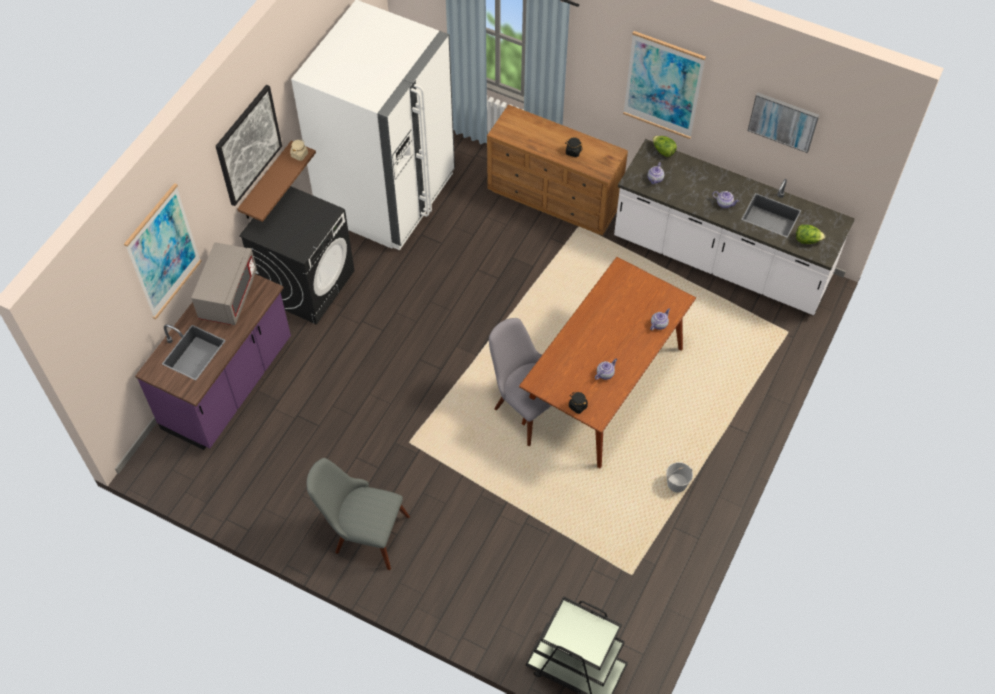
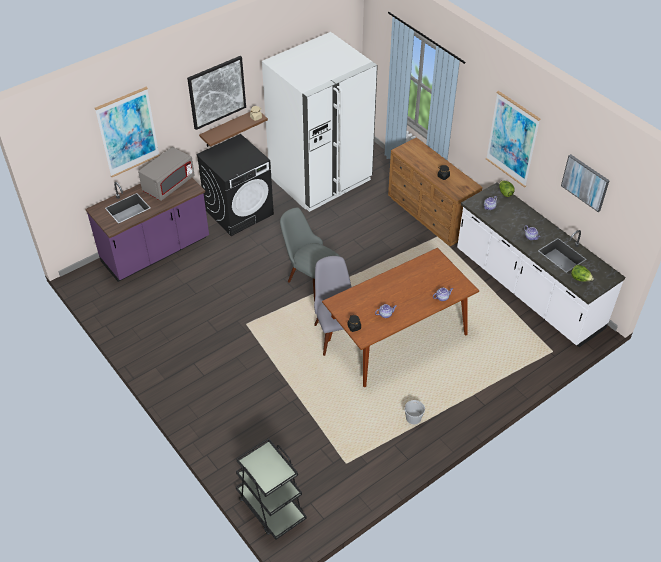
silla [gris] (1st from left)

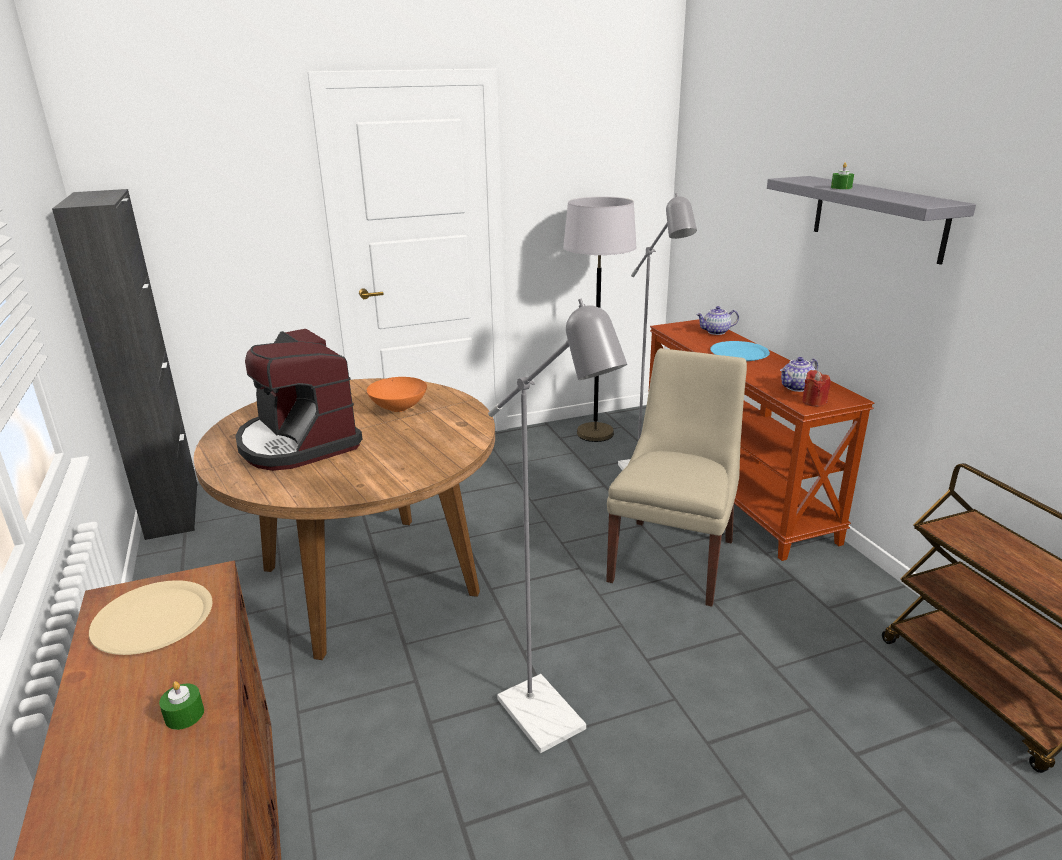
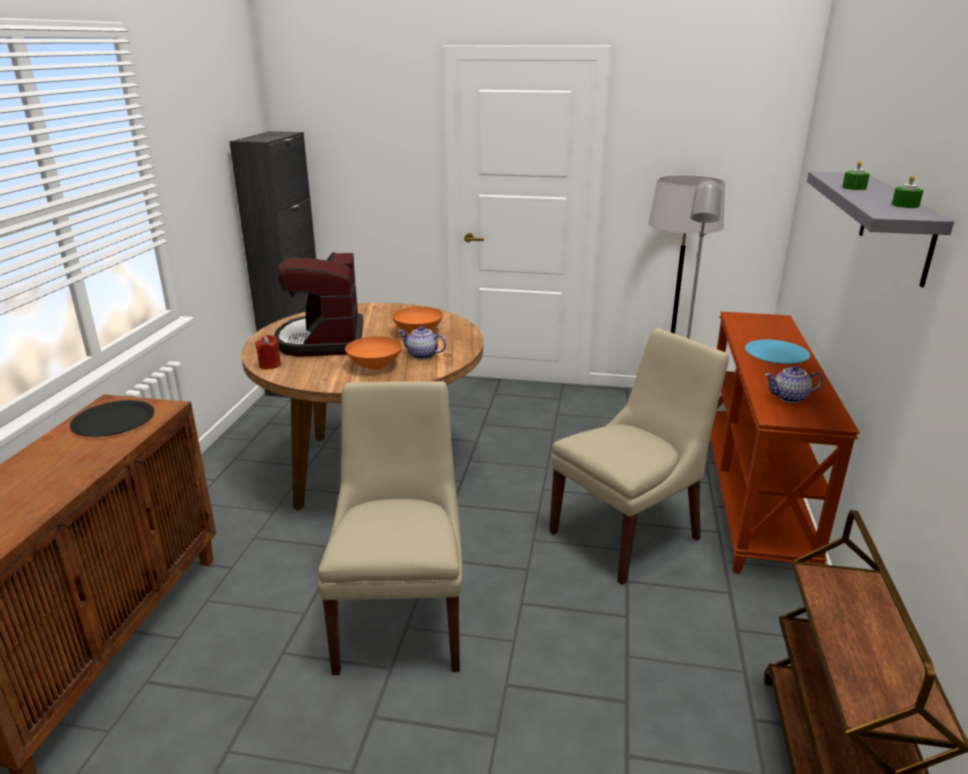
cuenco [naranja] (1st from left)
vela [verde] (2nd from left)
tetera (1st from left)
vela [rojo]
silla [beis] (1st from left)
plato [negro]

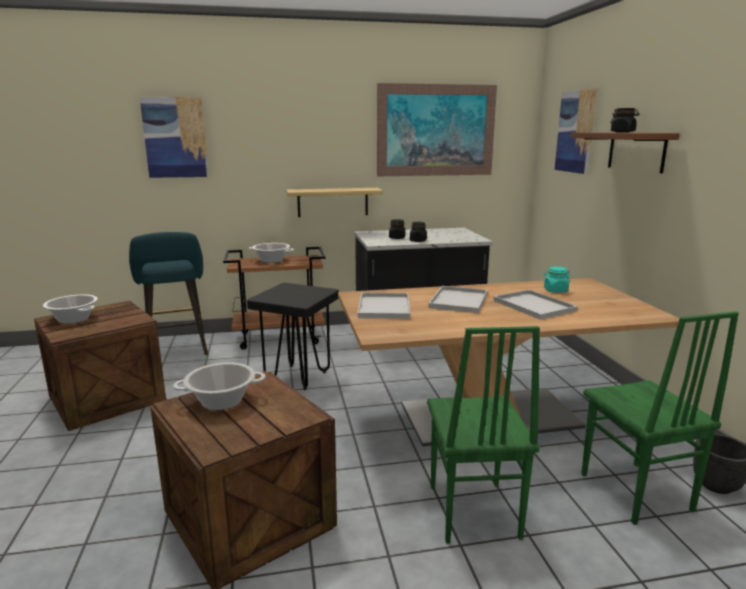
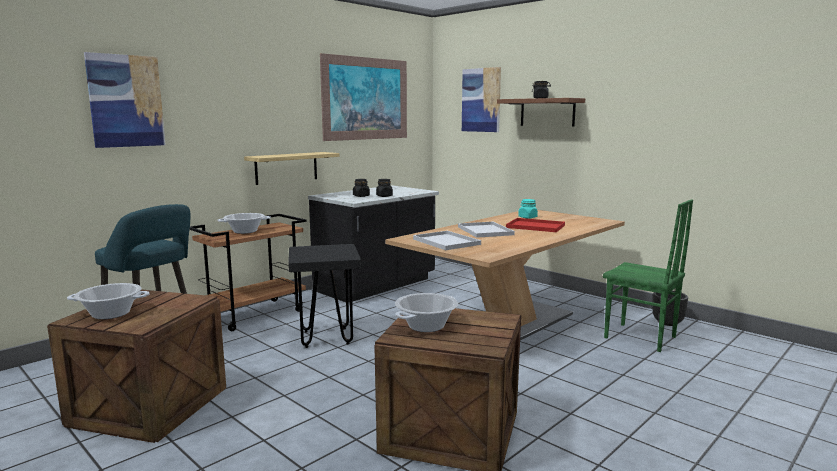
silla [verde] (1st from left in the first image)
bandeja [rojo]

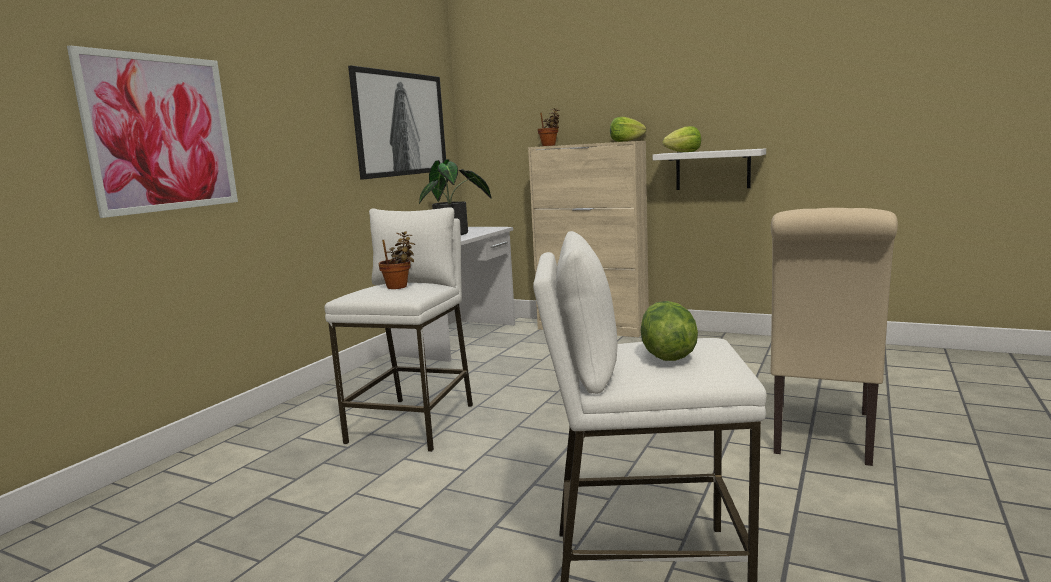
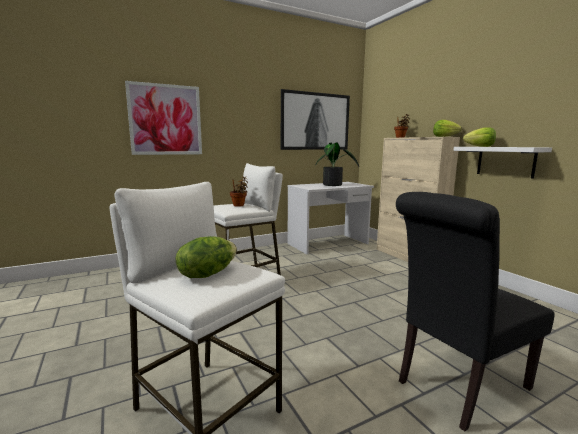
silla [negro]

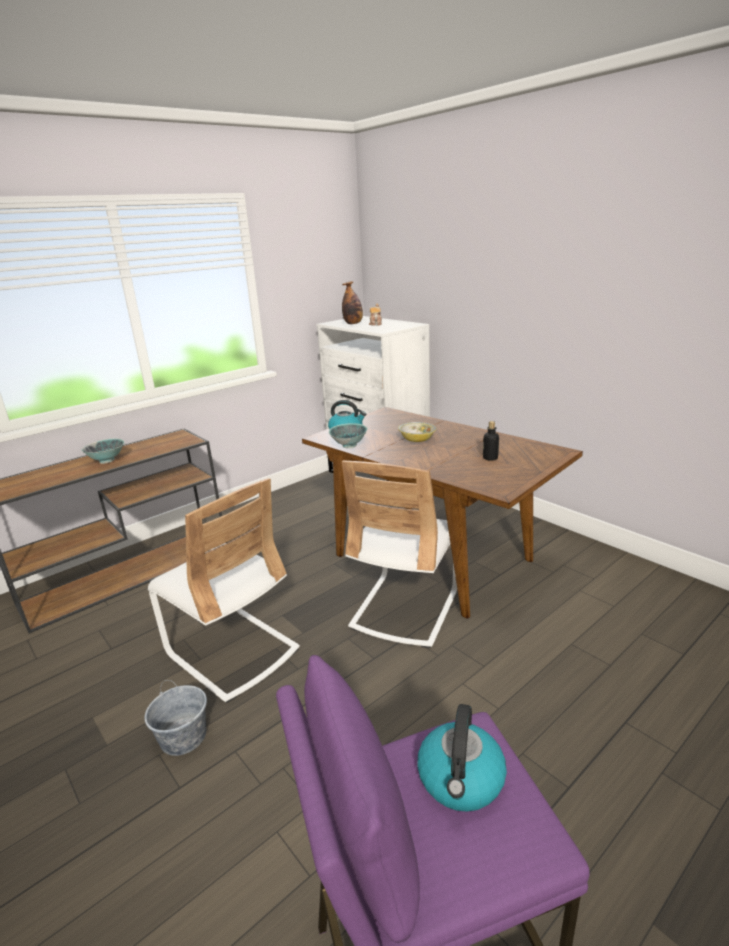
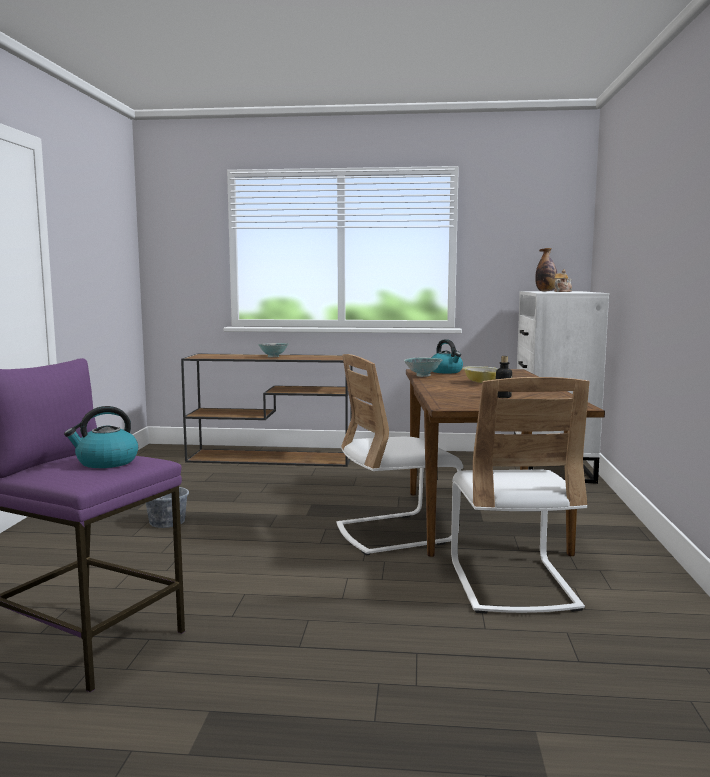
silla [blanco] (2nd from left)

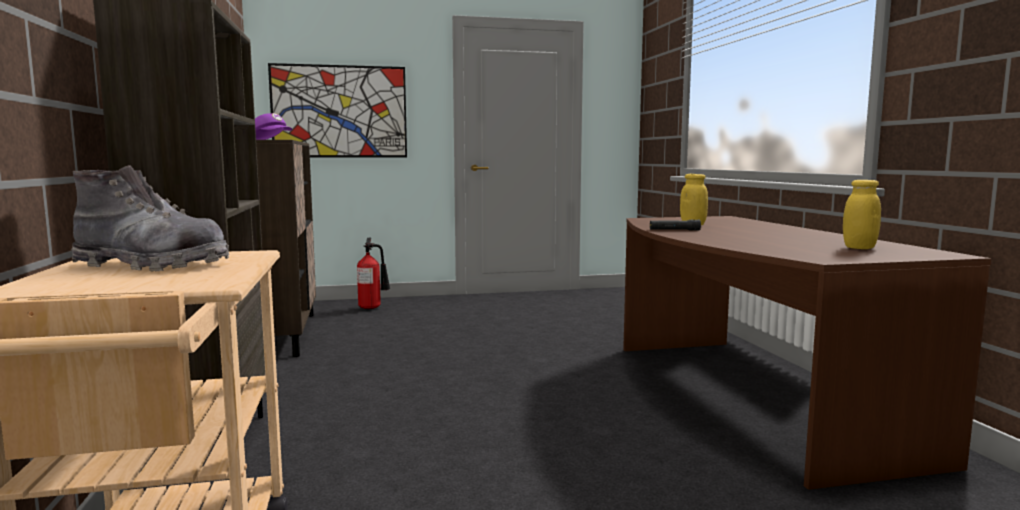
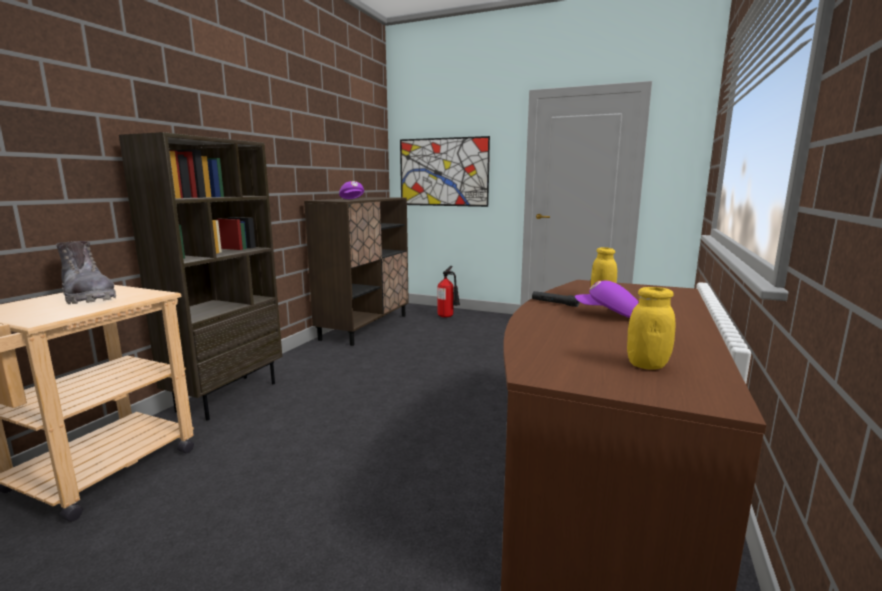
gorra [morado] (2nd from left)

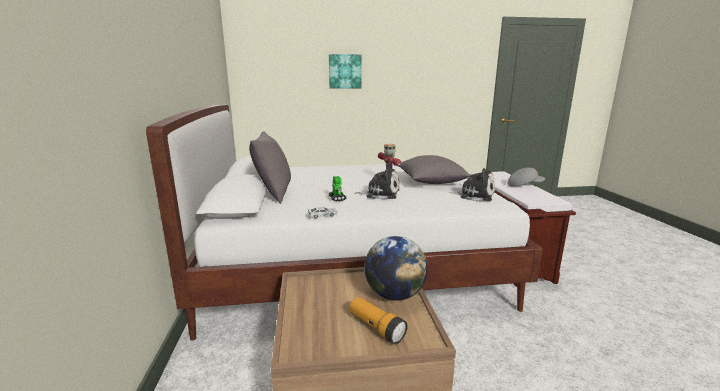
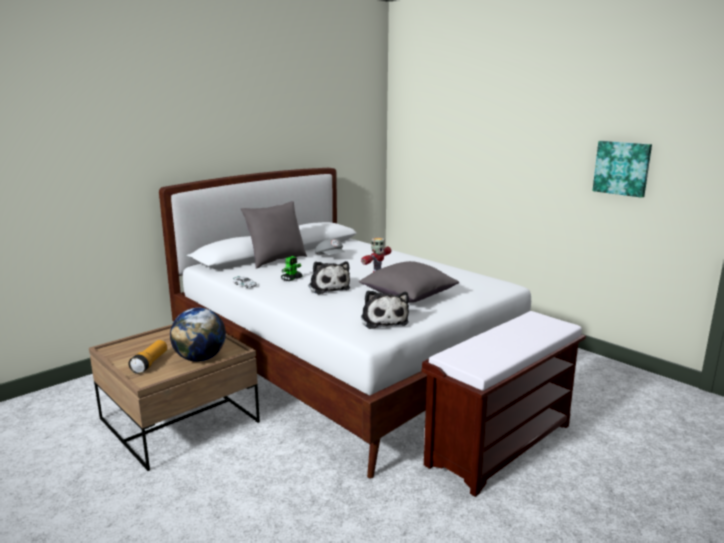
cuadro
gorra [gris]

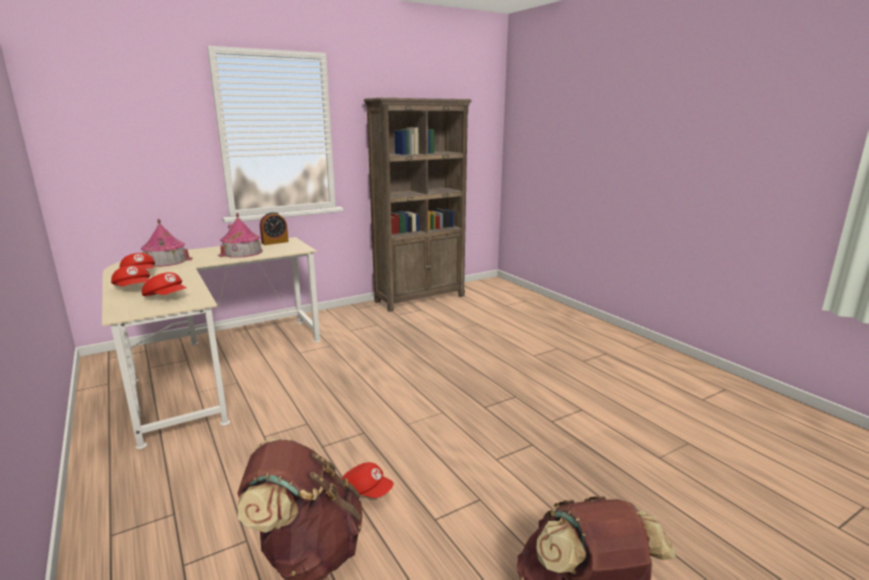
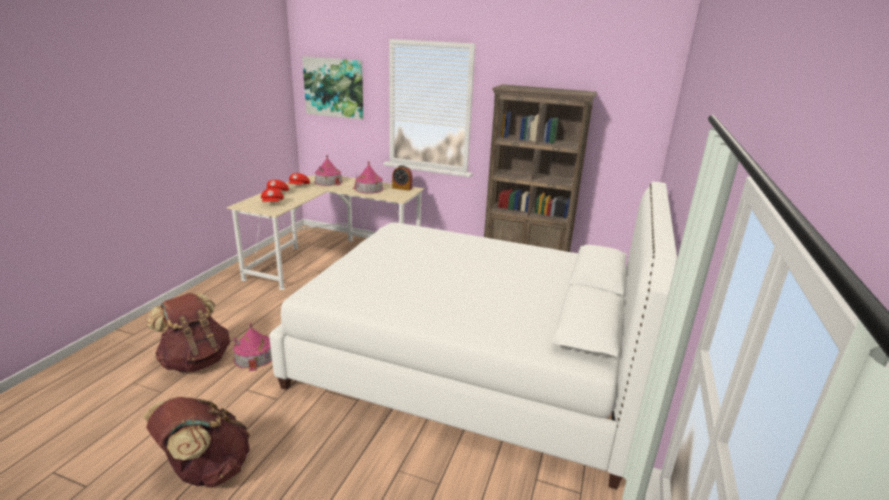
cama [blanco]
cuadro
casita (1st from left)

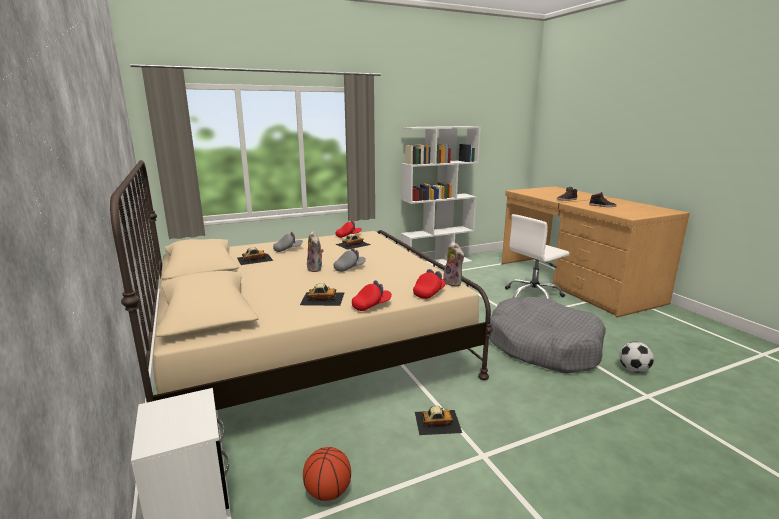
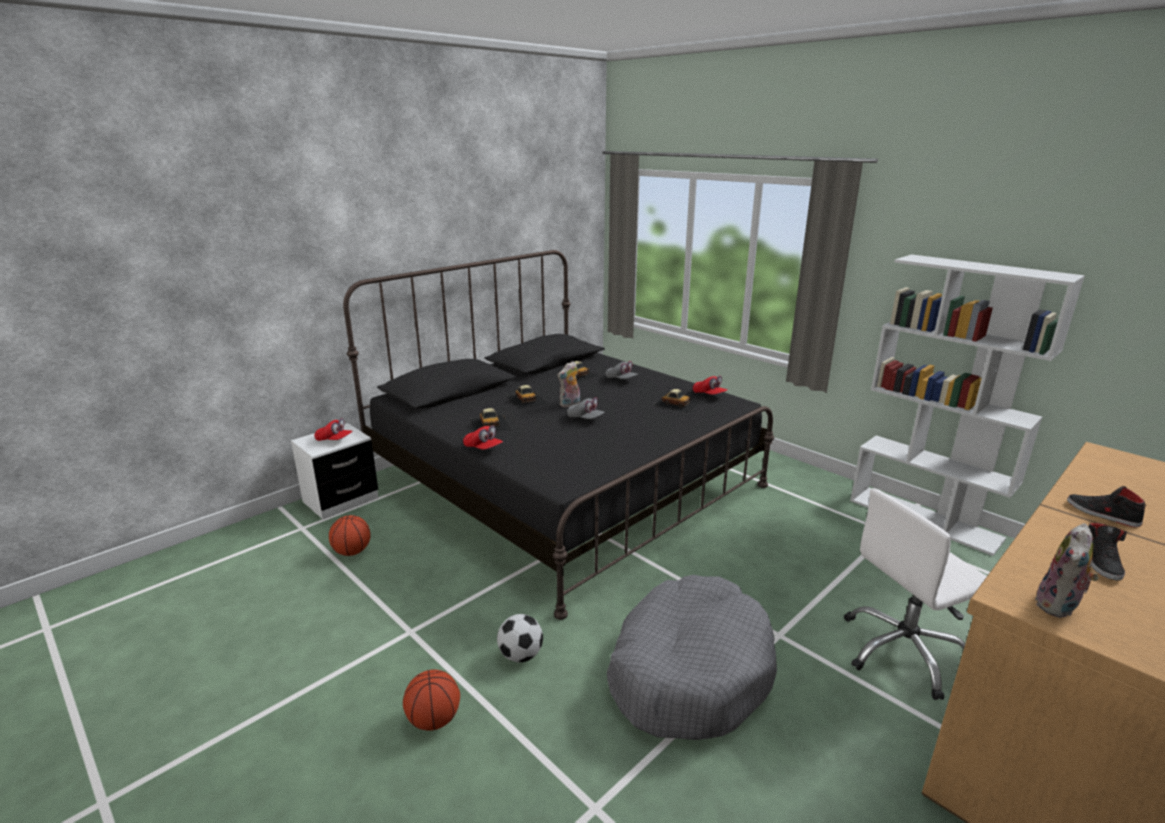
balón de baloncesto (2nd from left)
gorra [rojo] (1st from left)
coche de juguete (2nd from left)
peluche (2nd from left)
balón de fútbol
cama [negro]
silla de oficina [blanco]

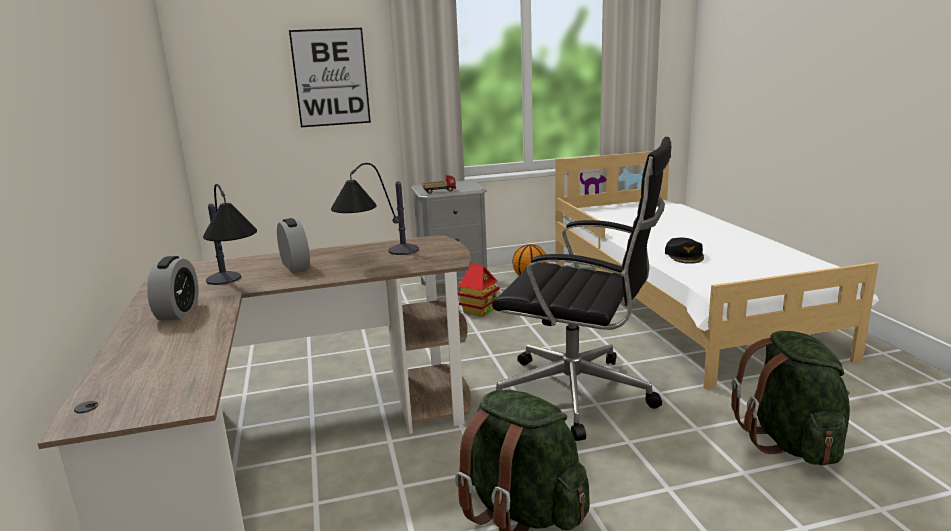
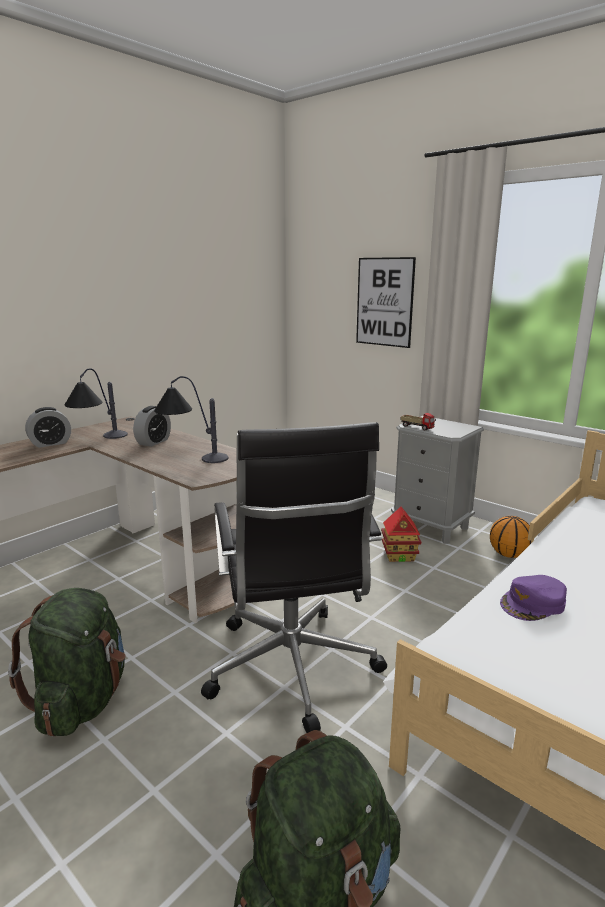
gorra [morado]

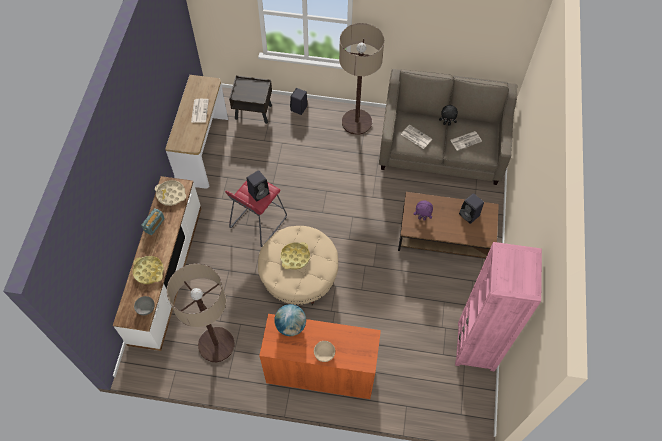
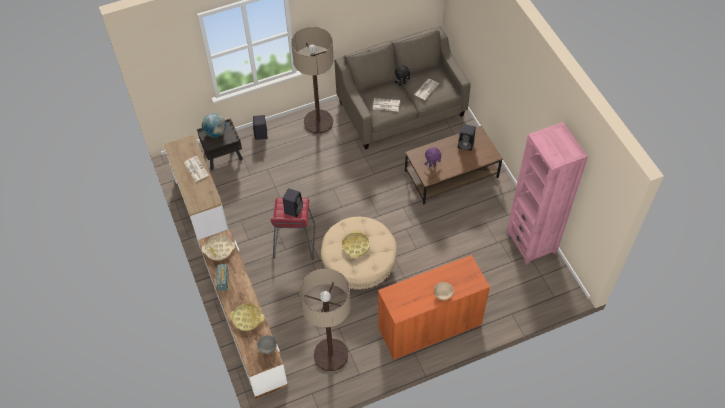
globo terráqueo

